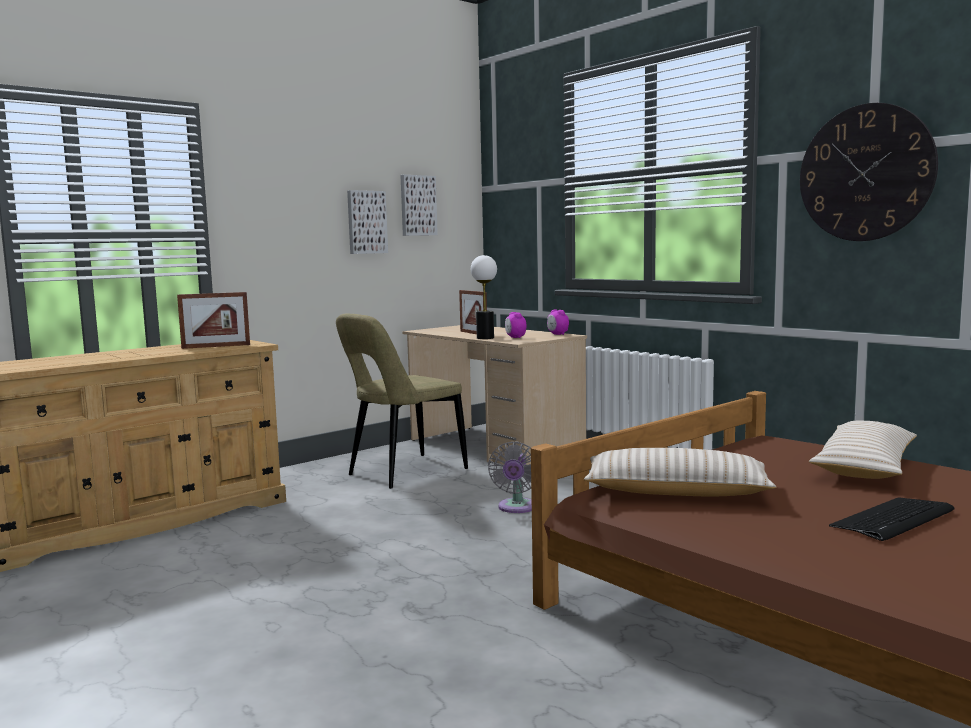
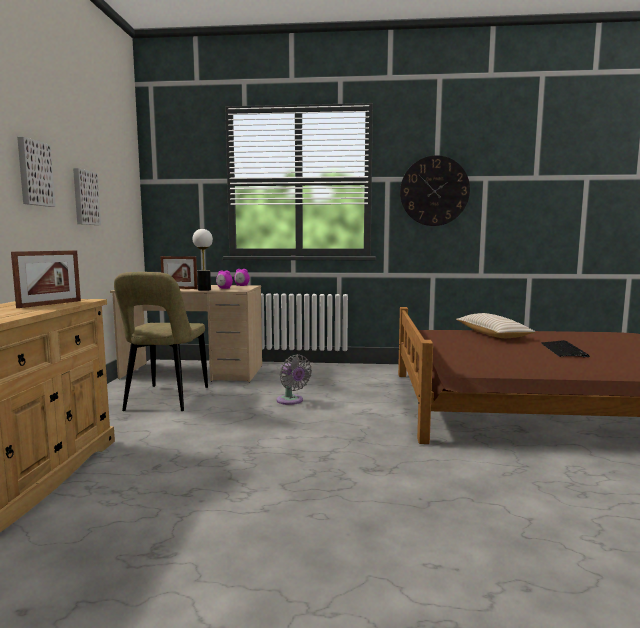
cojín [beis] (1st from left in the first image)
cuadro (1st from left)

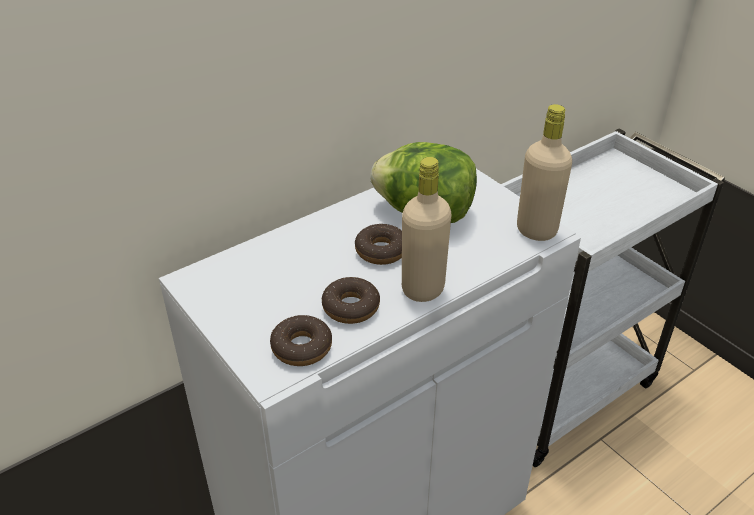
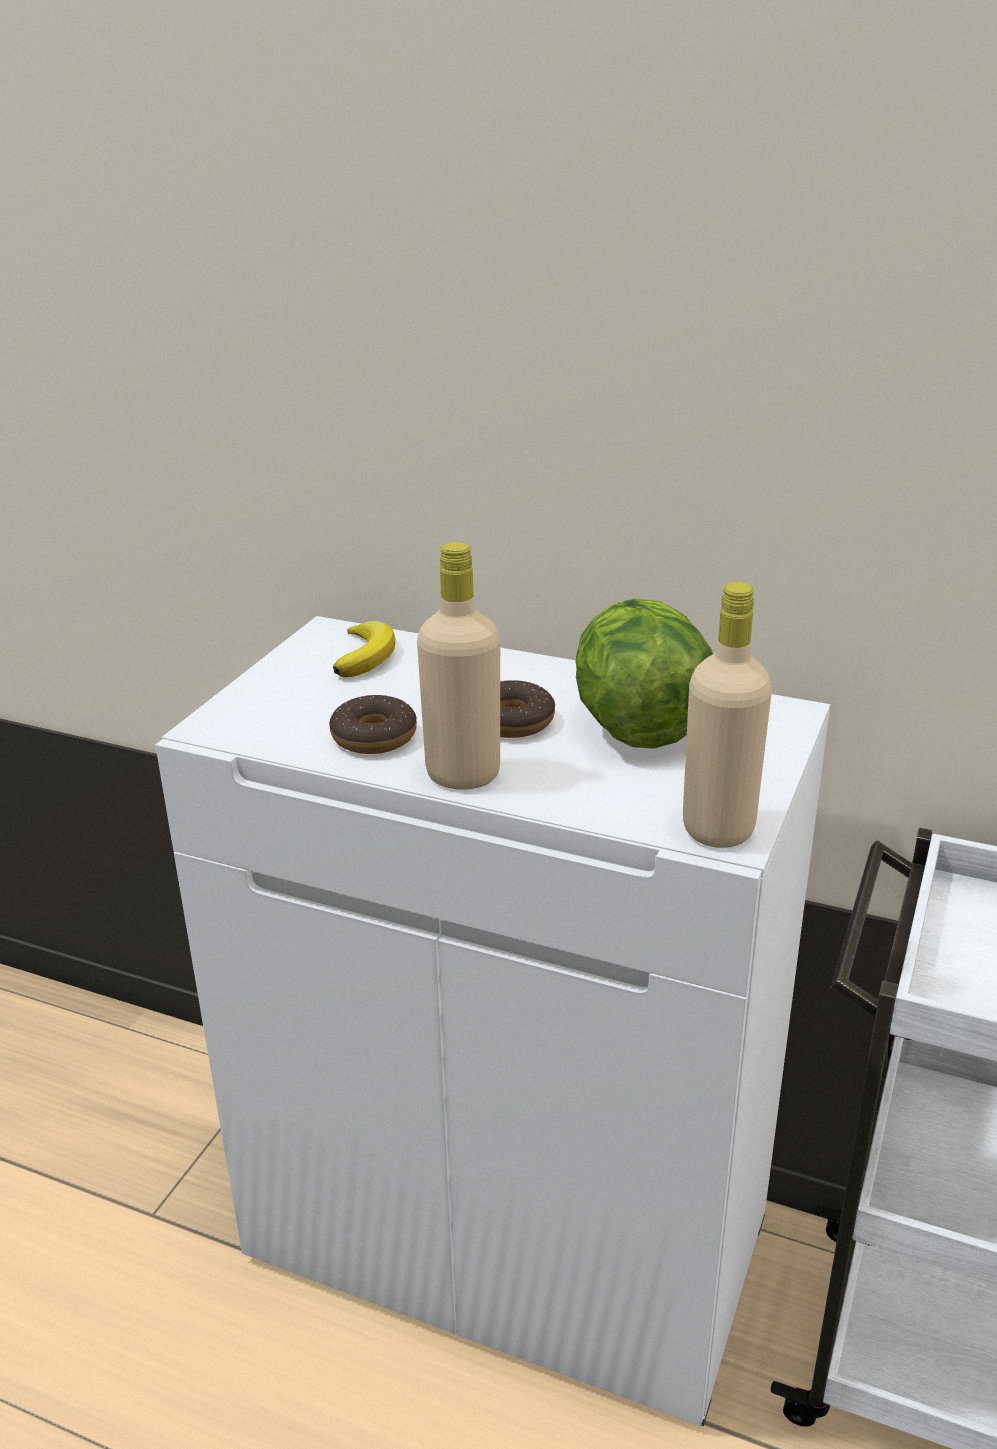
rosquilla (1st from left in the first image)
plátano

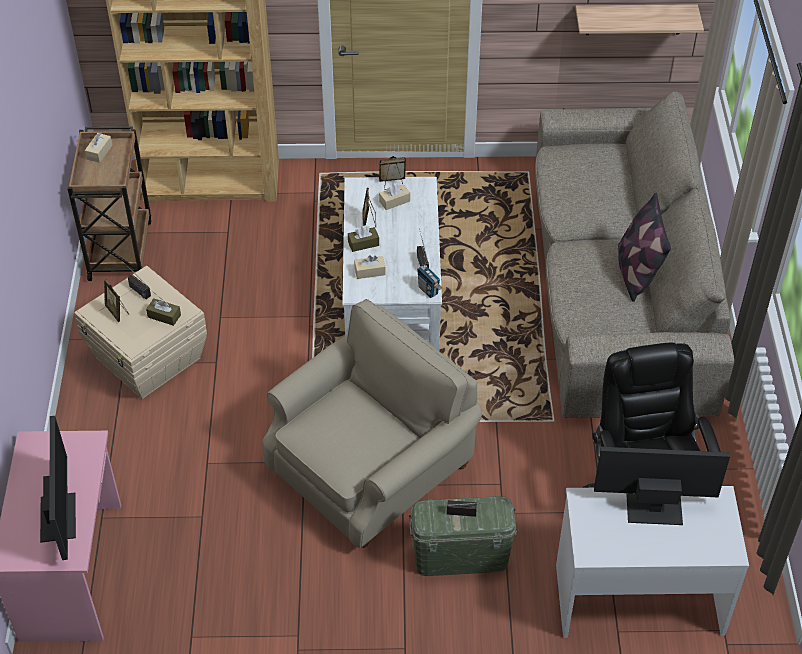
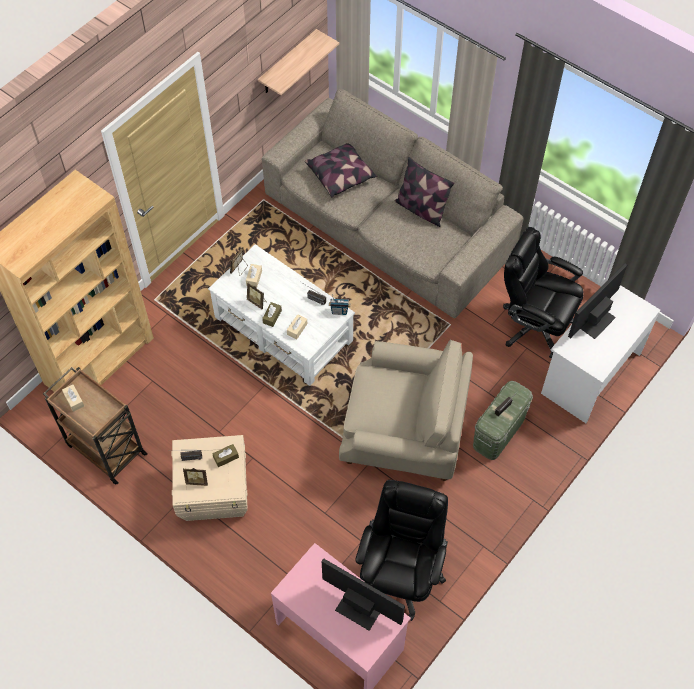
cojín (1st from left)
silla de oficina [negro] (1st from left)
sillón [beis]

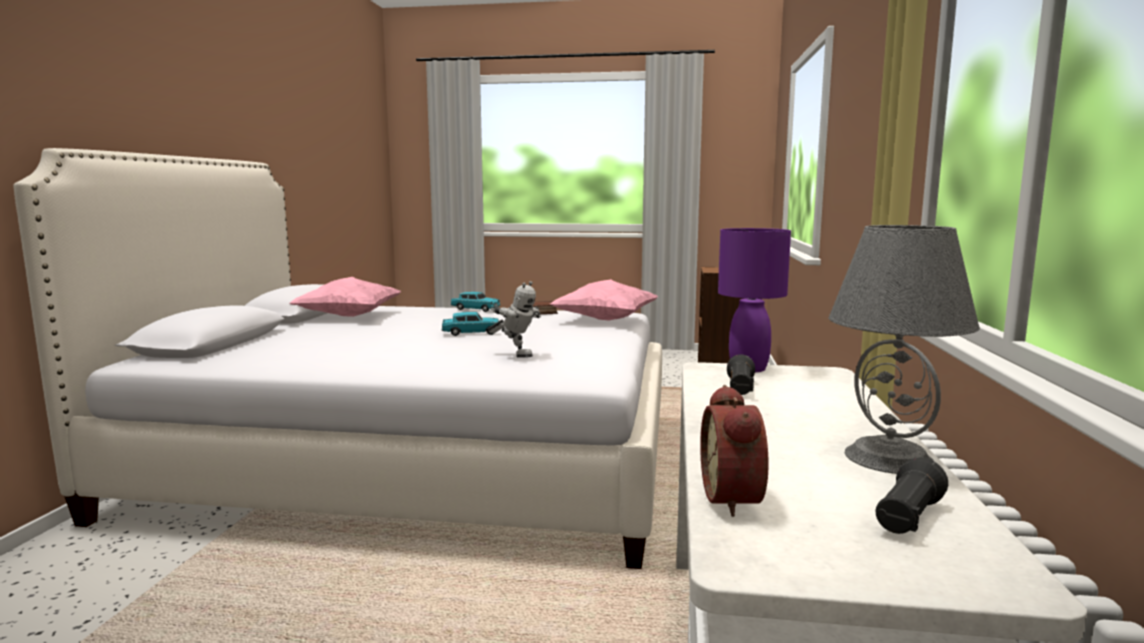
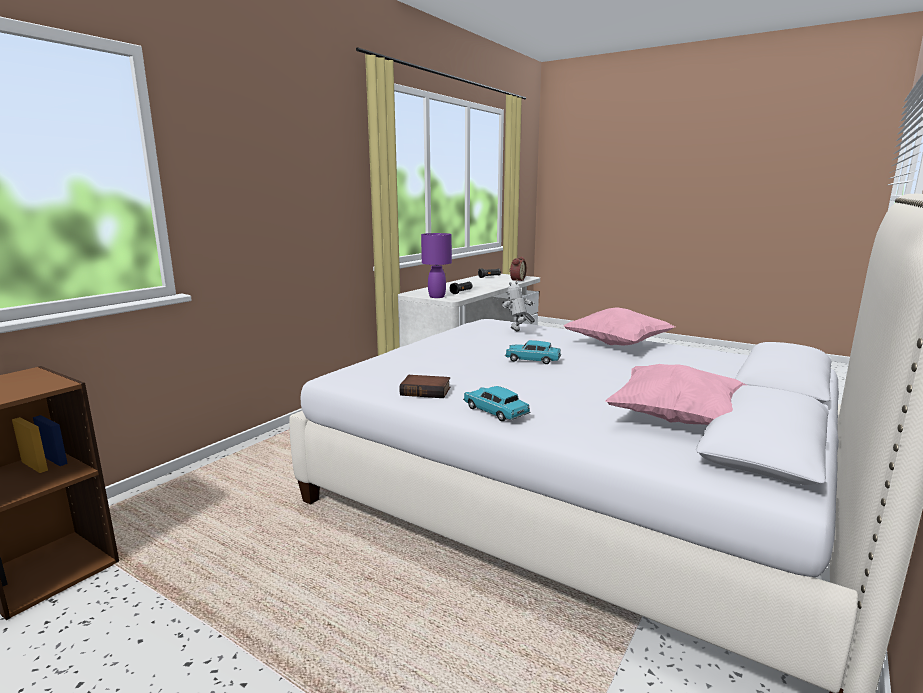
lámpara de mesa [gris]
cojín [rosa] (1st from left)

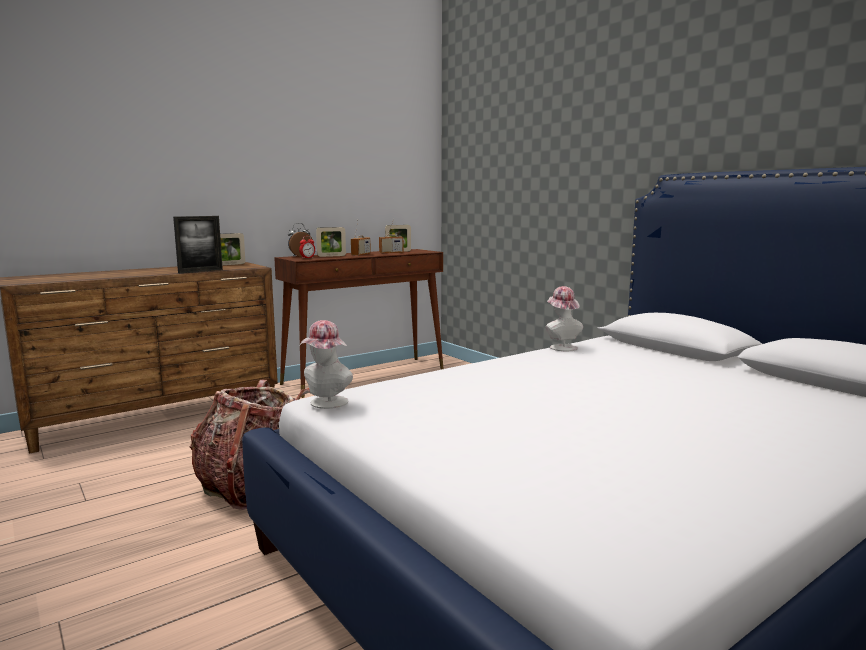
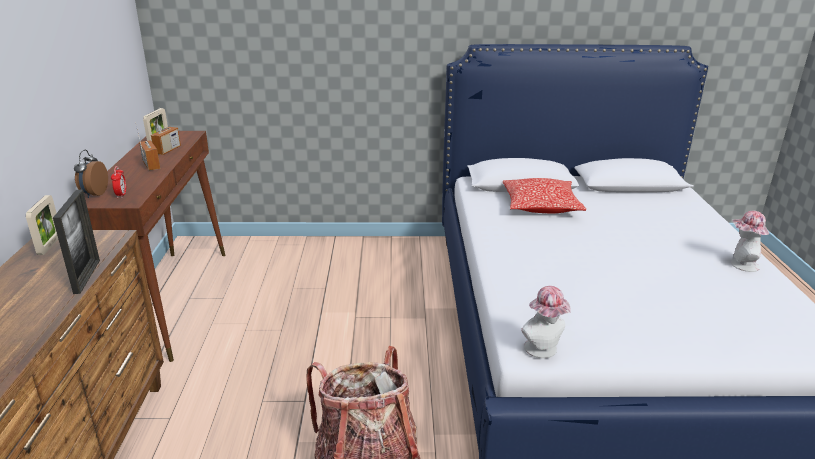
portarretratos (3rd from left in the first image)
cojín
sombrero (2nd from left)

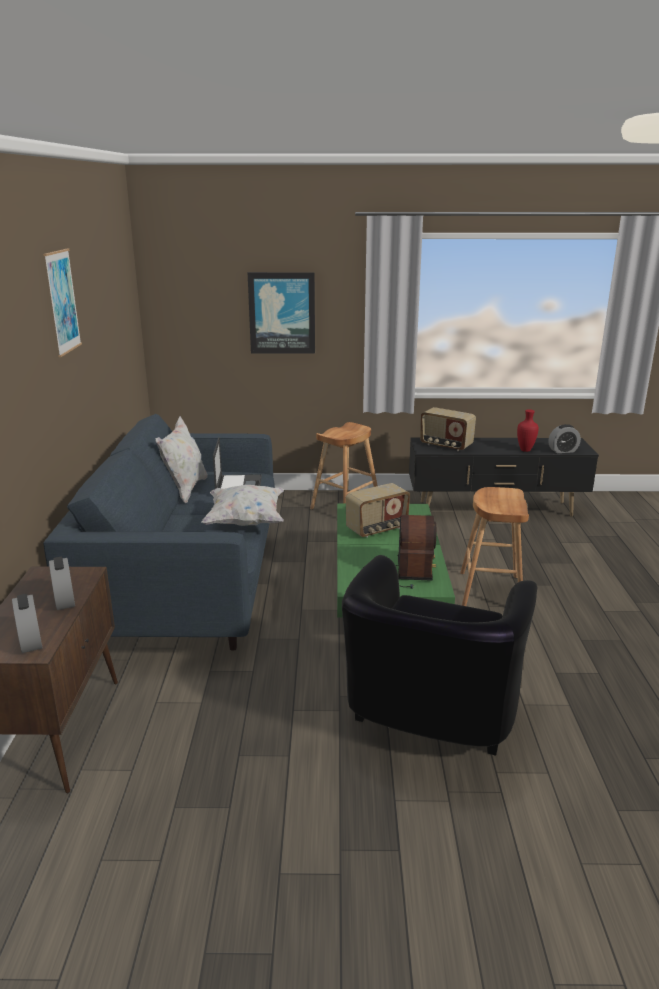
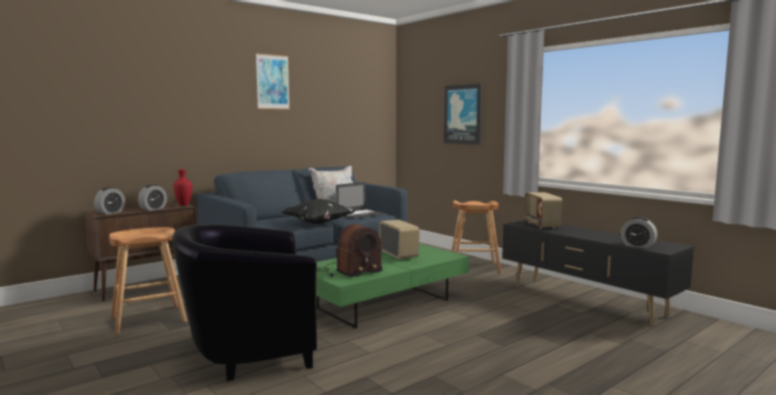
taburete [marrón] (1st from left)
florero [rojo]
cojín [negro]
radio (2nd from left)

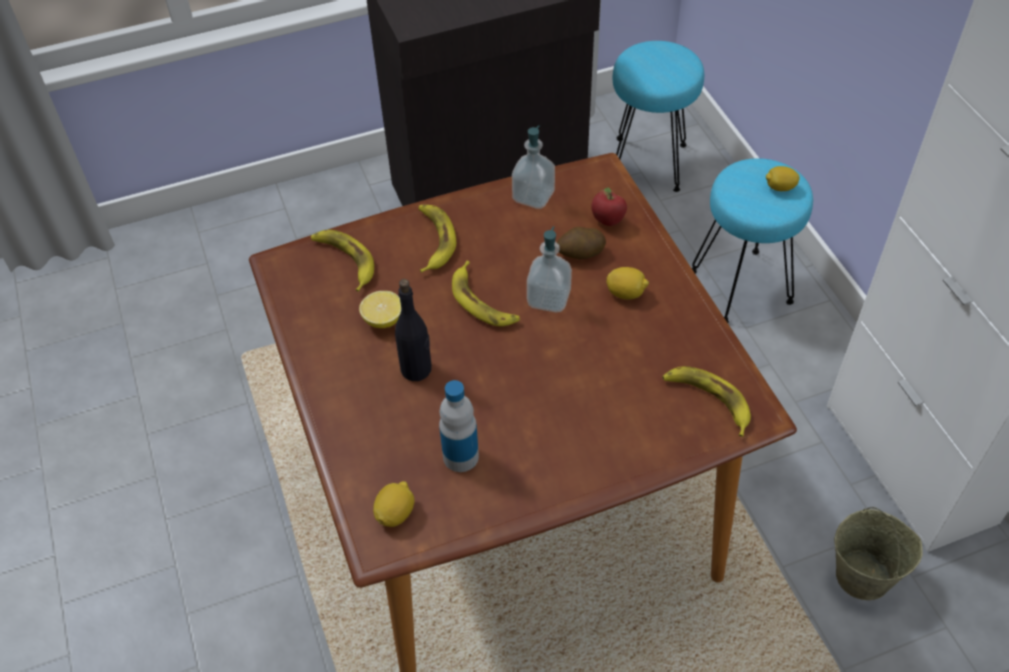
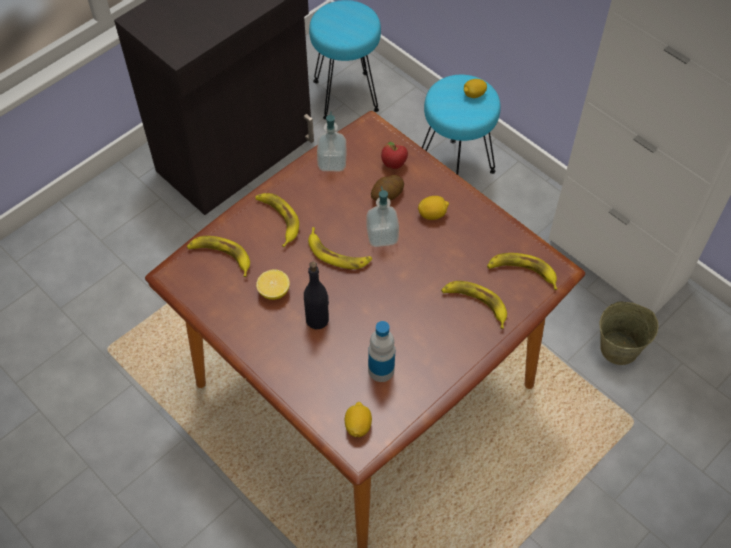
plátano (4th from left)

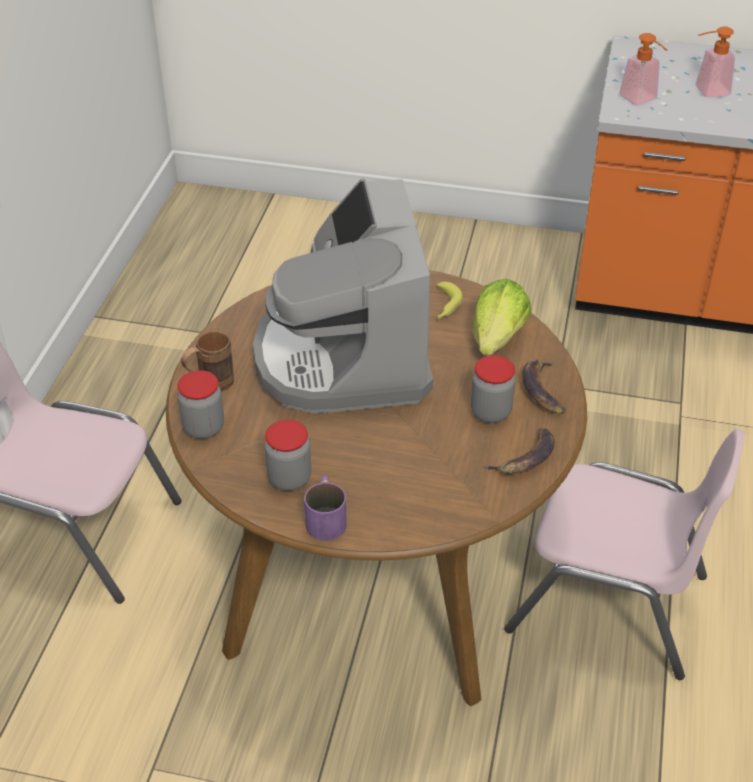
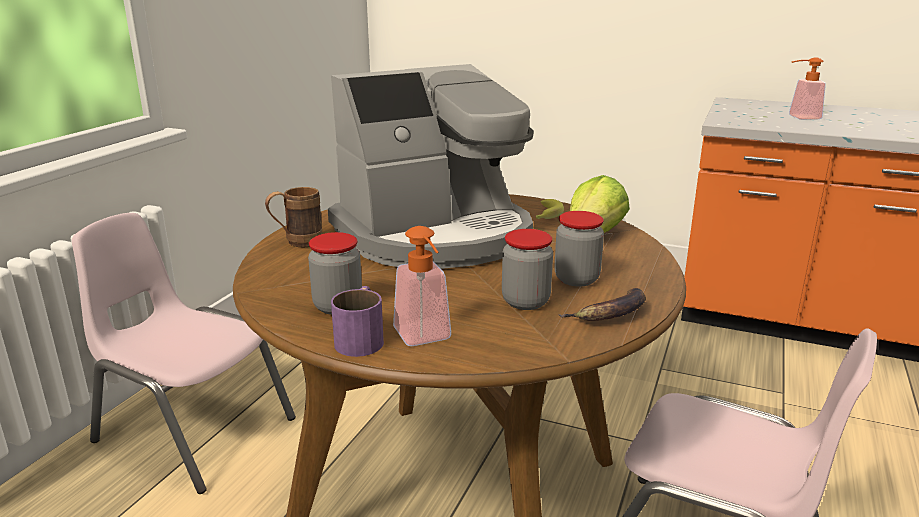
plátano (3rd from left in the first image)
tarro (2nd from left)
dispensador de jabón (1st from left)
cafetera

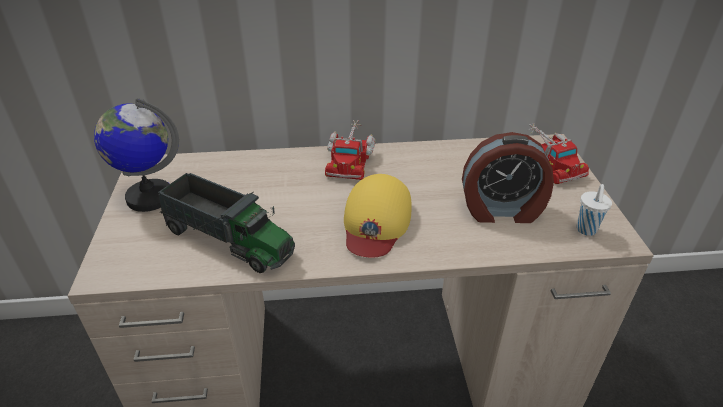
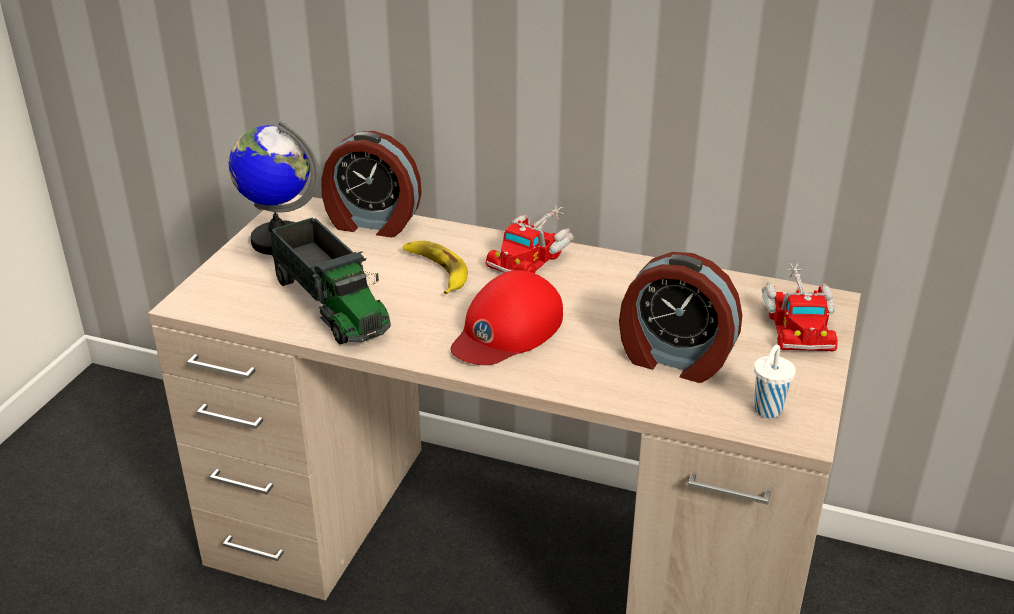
despertador (1st from left)
plátano
gorra [rojo]

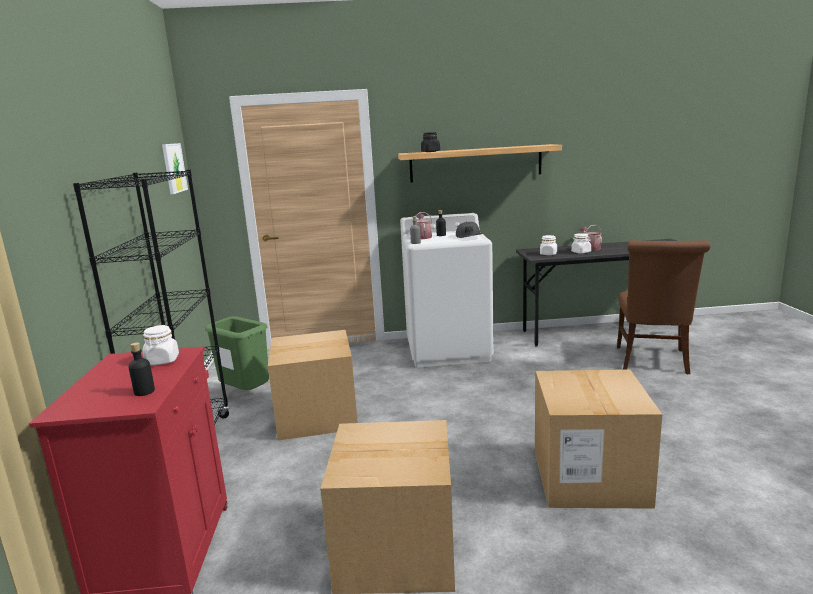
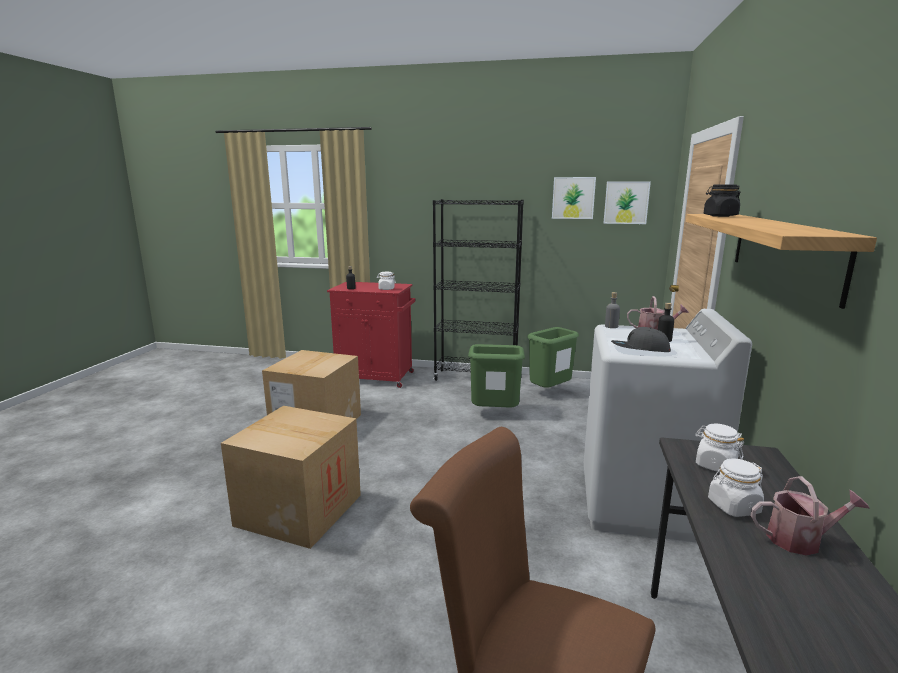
cuadro (1st from left)
papelera [verde] (1st from left)

